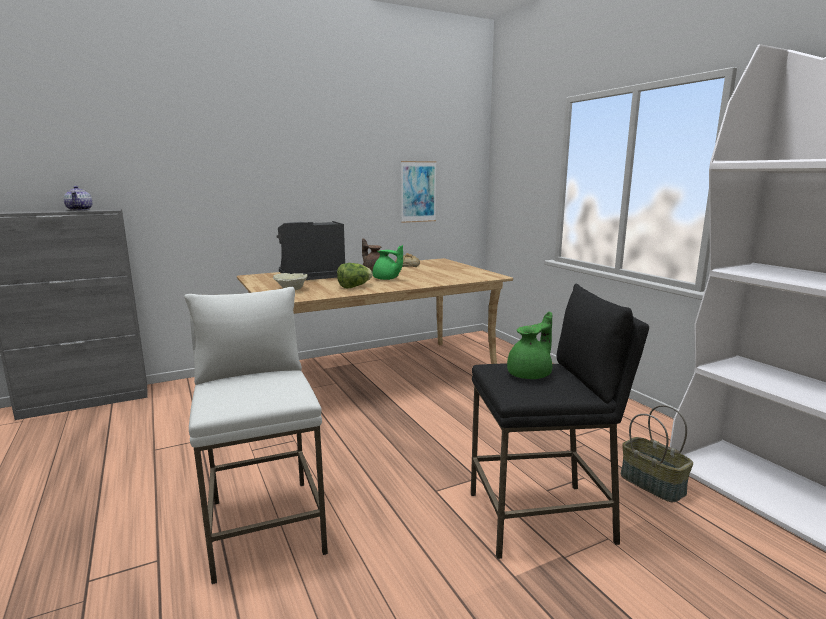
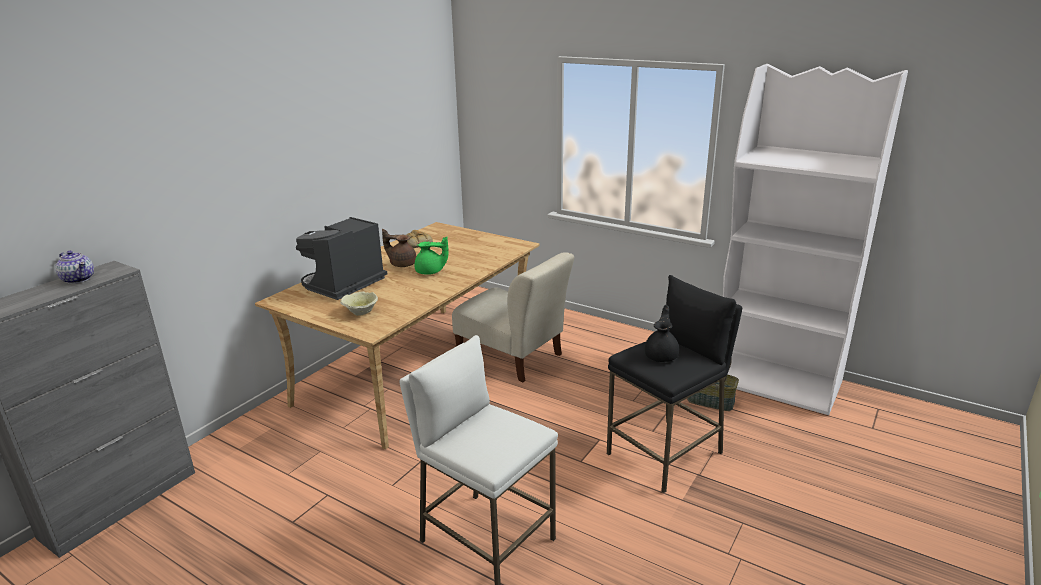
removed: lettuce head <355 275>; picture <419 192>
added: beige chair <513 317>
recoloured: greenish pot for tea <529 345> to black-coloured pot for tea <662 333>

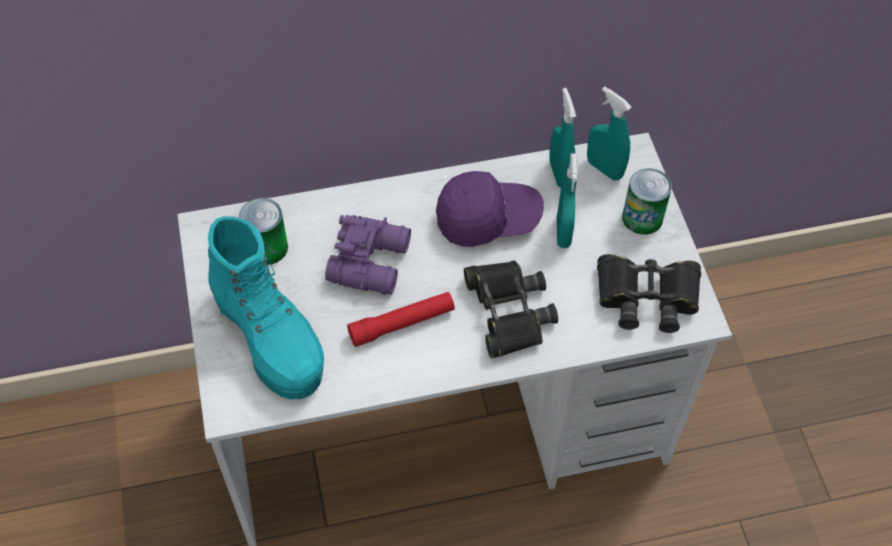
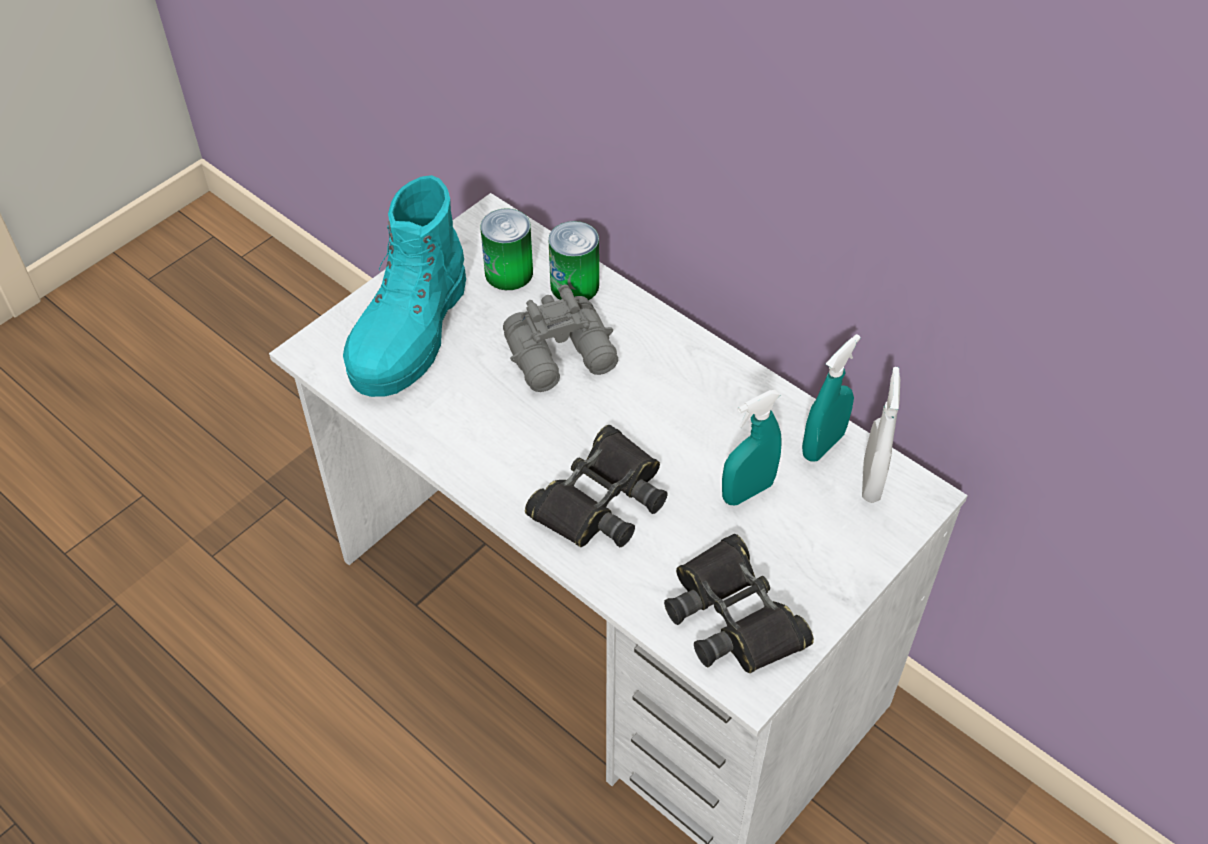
removed: red-coloured hand torch <401 319>; purple-coloured baseball cap <490 209>
moved: can <647 201> to <573 260>
recoloured: purple-coloured pair of binoculars <368 255> to greyish pair of binoculars <560 338>; blue-green hand sprayer <609 133> to white-coloured hand sprayer <881 435>

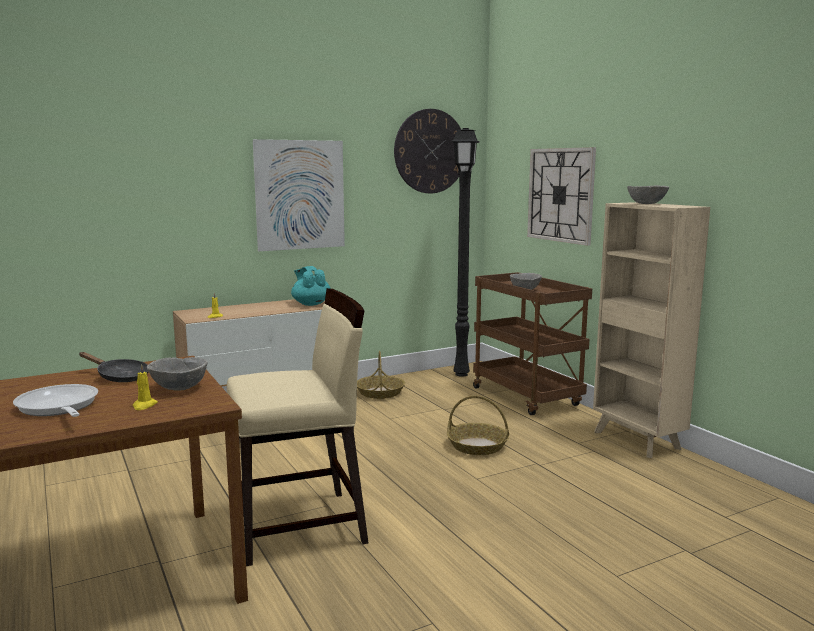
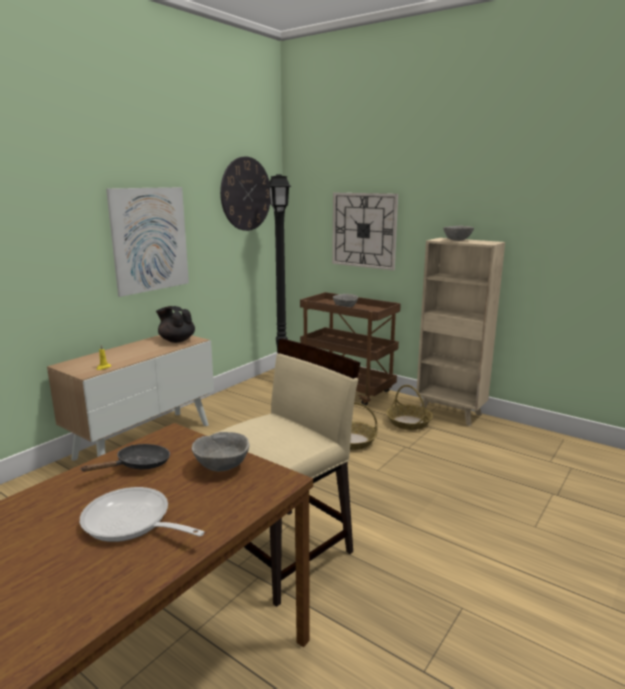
removed: yellowish wax candle <145 387>
moved: household basket <381 375> to <409 407>
recoloured: blue-green pot for tea <311 286> to black-coloured pot for tea <175 324>
turned: black-coloured pan <113 367> = <125 458> 45 degrees counterclockwise

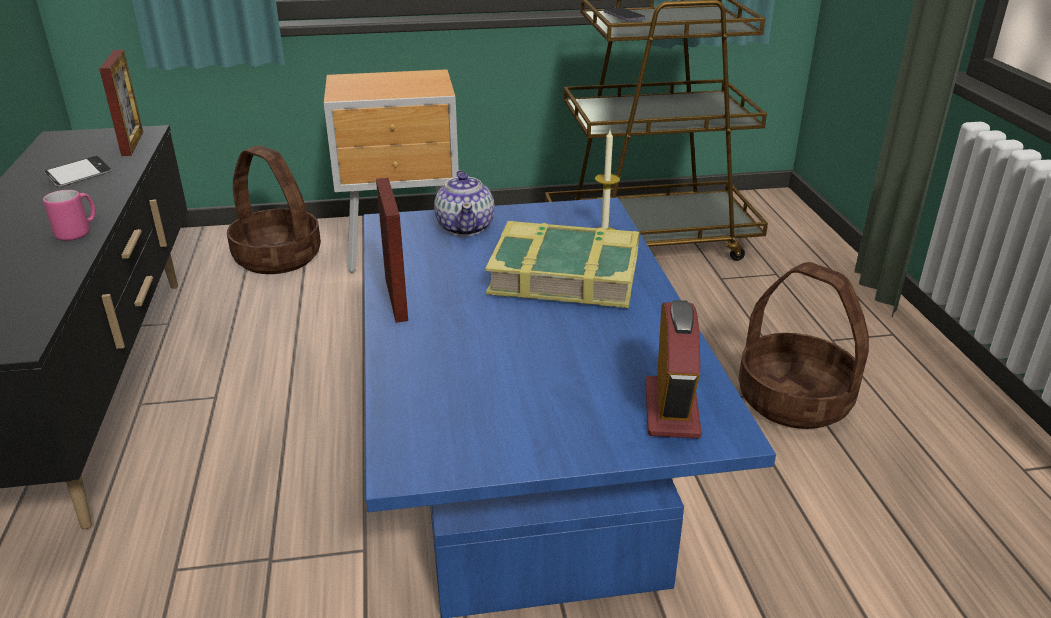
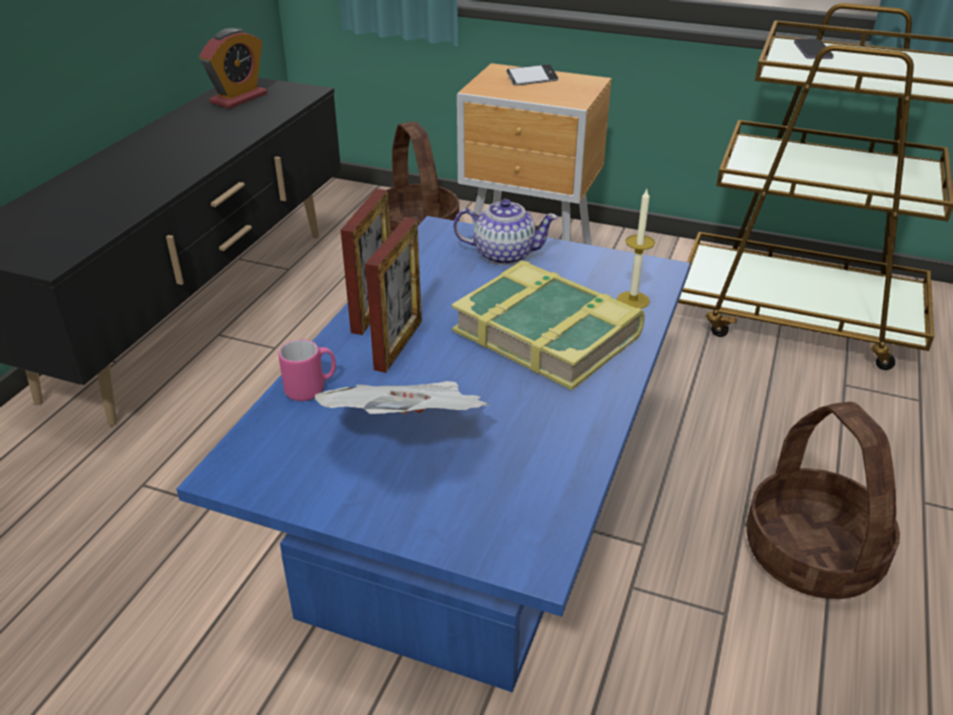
added: newspaper <402 397>
moved: pinkish tea mug <69 215> to <307 370>; phone <77 171> to <532 75>; picture frame <121 102> to <393 295>; table clock <673 369> to <233 68>
turned: pot for tea <464 203> = <505 232> 105 degrees counterclockwise

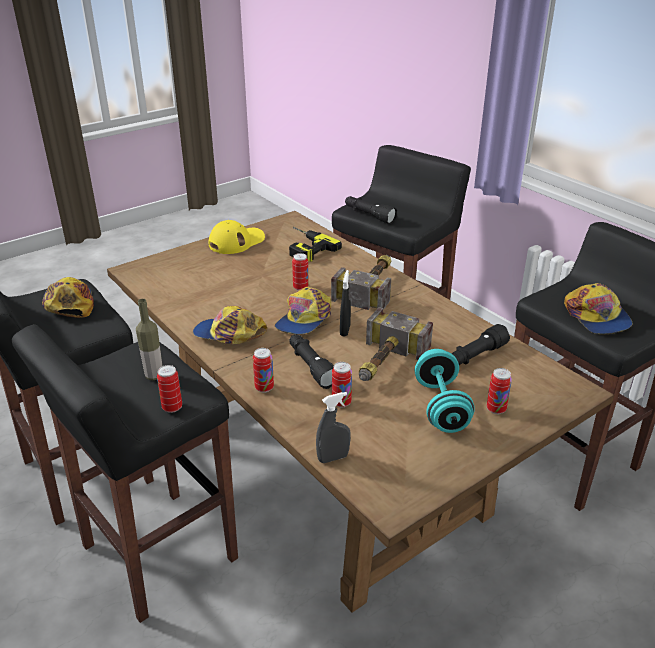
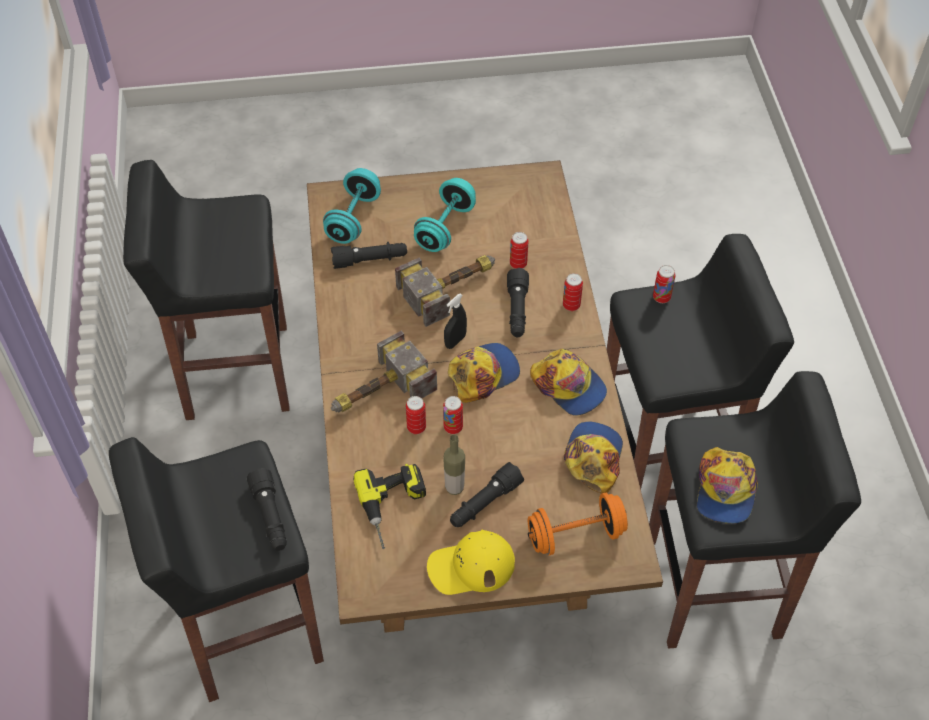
removed: greyish hand sprayer <333 427>
added: blue-green hand weight <352 206>; black-coloured hand torch <487 494>; orange hand weight <578 524>
moved: drink bottle <149 339> to <454 464>; can <499 391> to <416 415>; baseball cap <598 308> to <593 458>

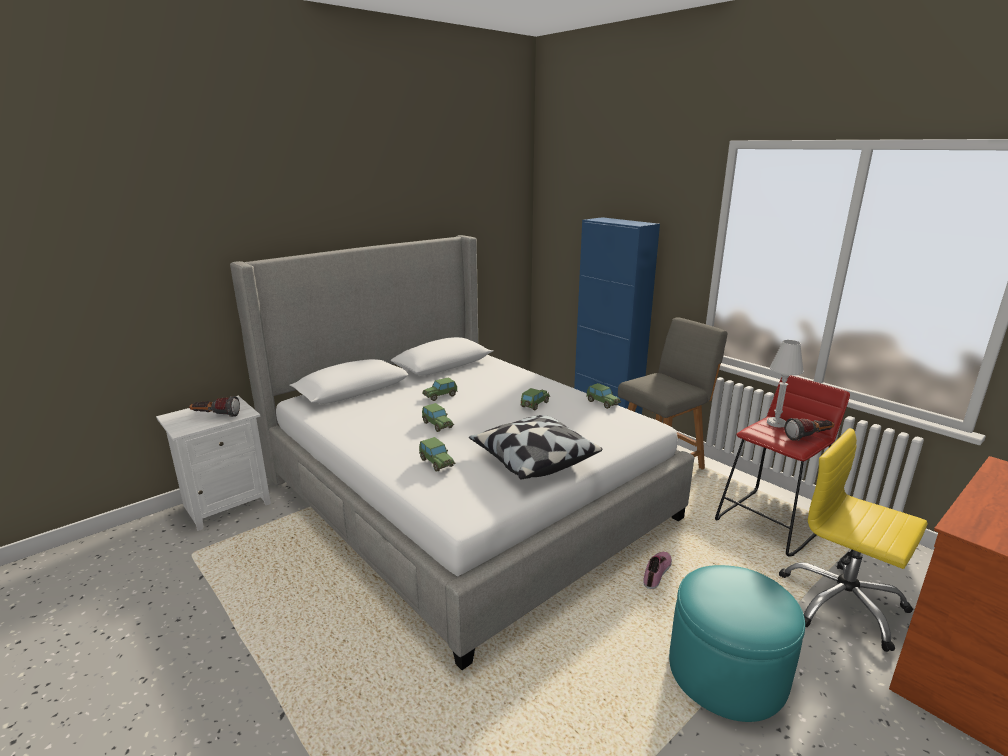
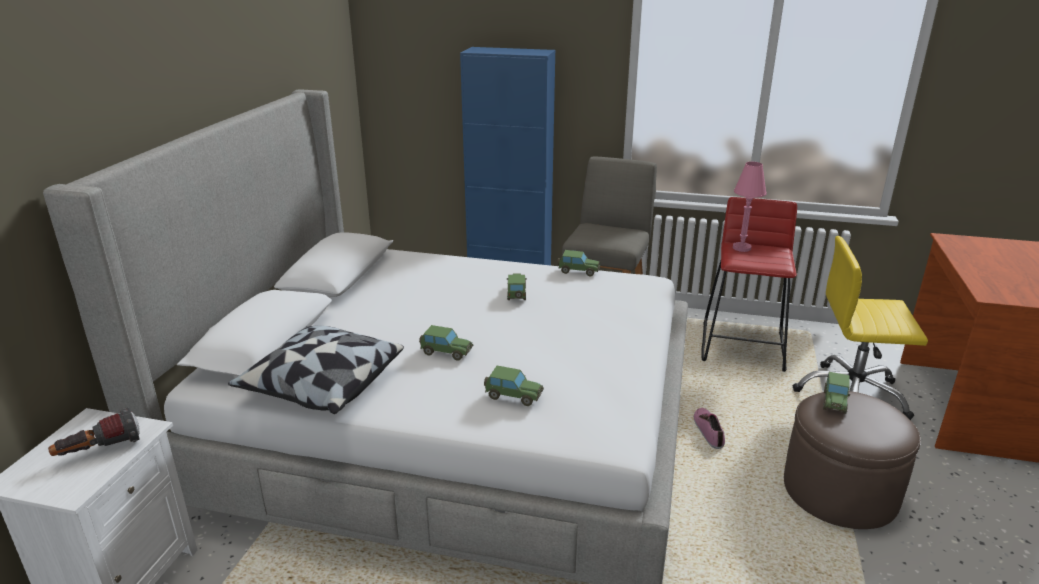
removed: hand torch <810 429>
moved: toy car <440 389> to <836 393>; pillow <535 447> to <316 370>
recoloured: blue-green ottoman <737 643> to brown-coloured ottoman <852 460>; white-coloured lamp for a table <785 384> to pinkish lamp for a table <750 207>

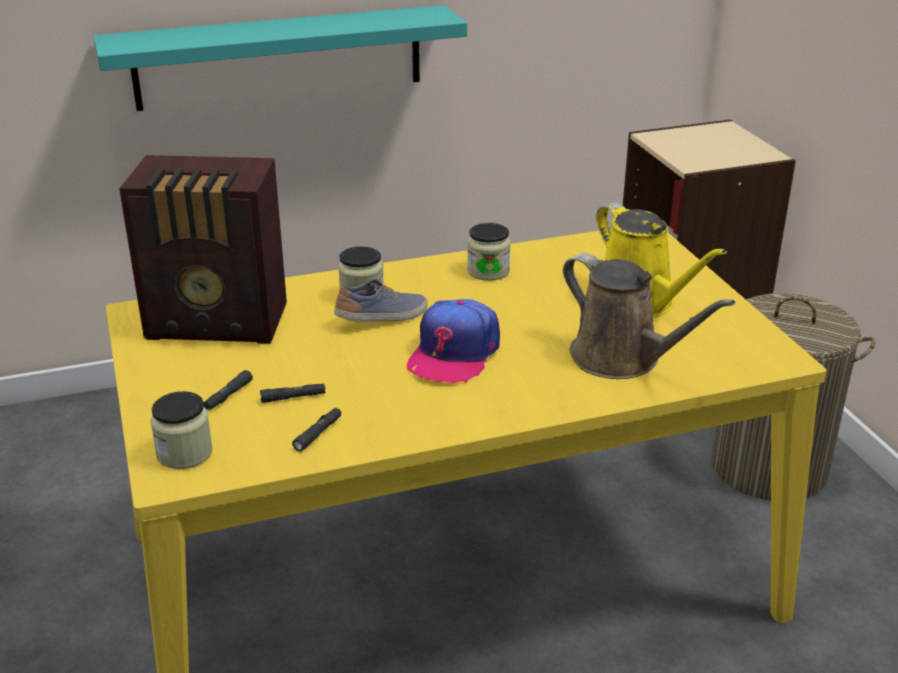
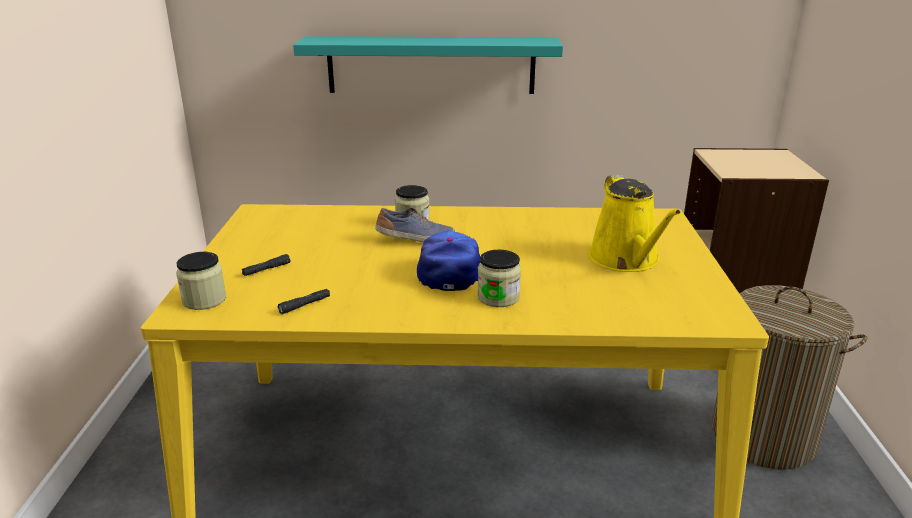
removed: radio receiver <203 249>; black-coloured hand torch <293 393>; brown-coloured sprinkling can <649 316>
moved: jar <489 252> to <499 278>
turned: baseball cap <453 341> = <449 261> 135 degrees clockwise

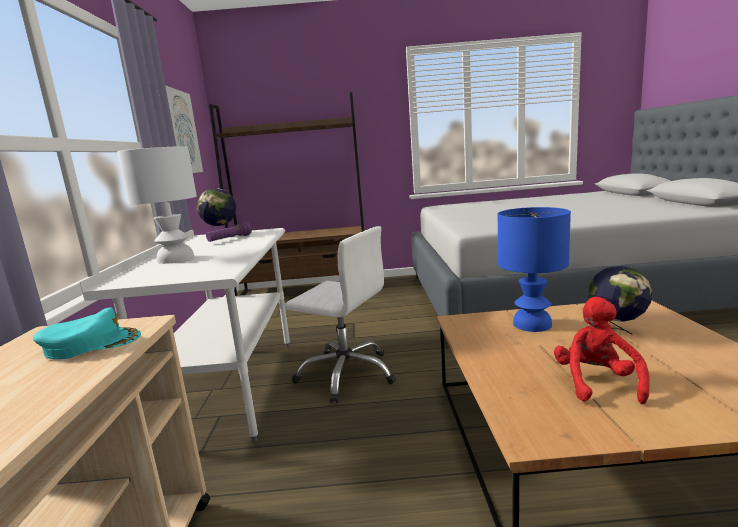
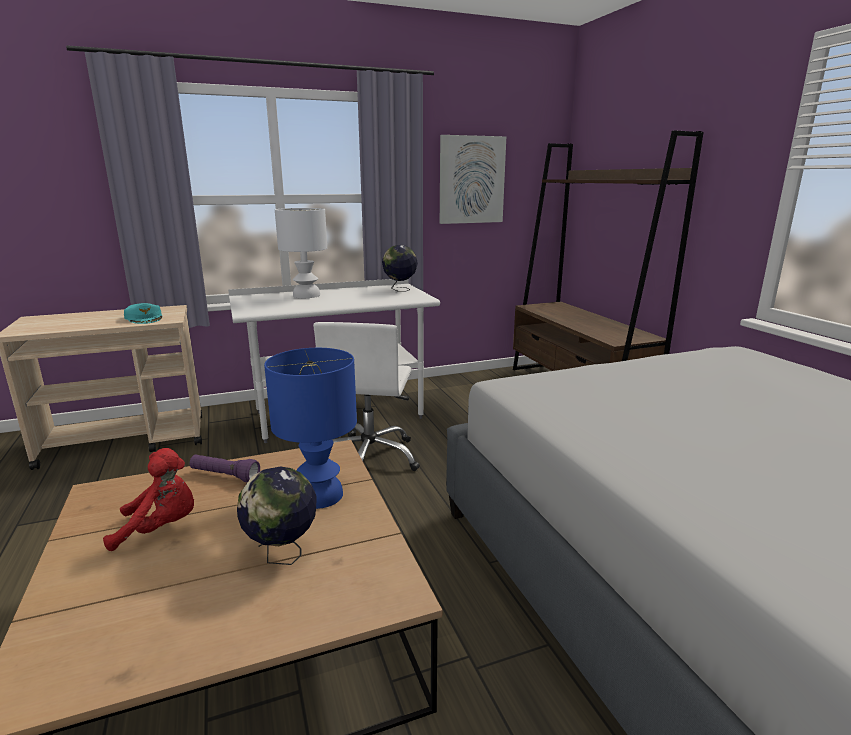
moved: purple-coloured hand torch <229 231> to <225 468>

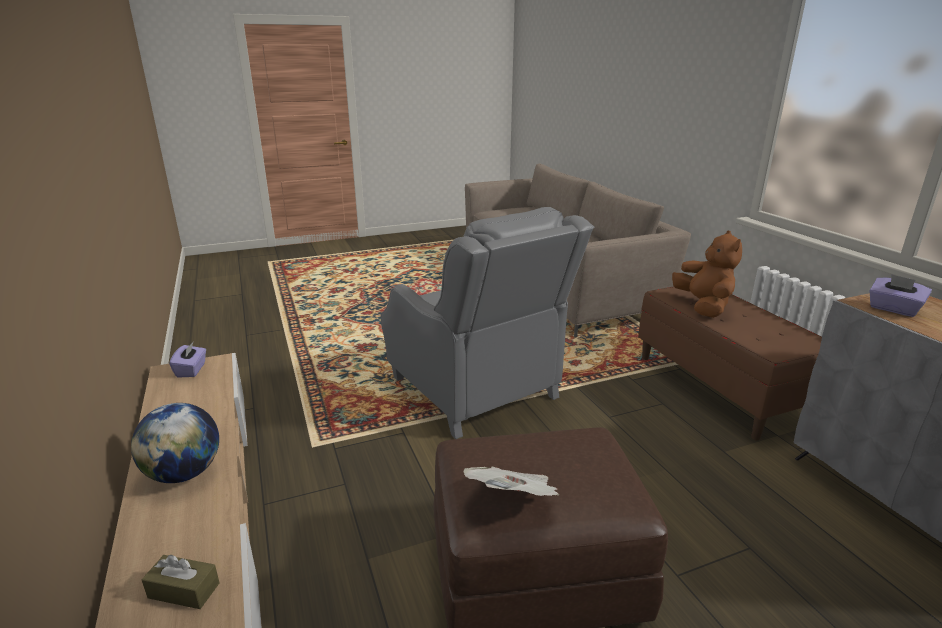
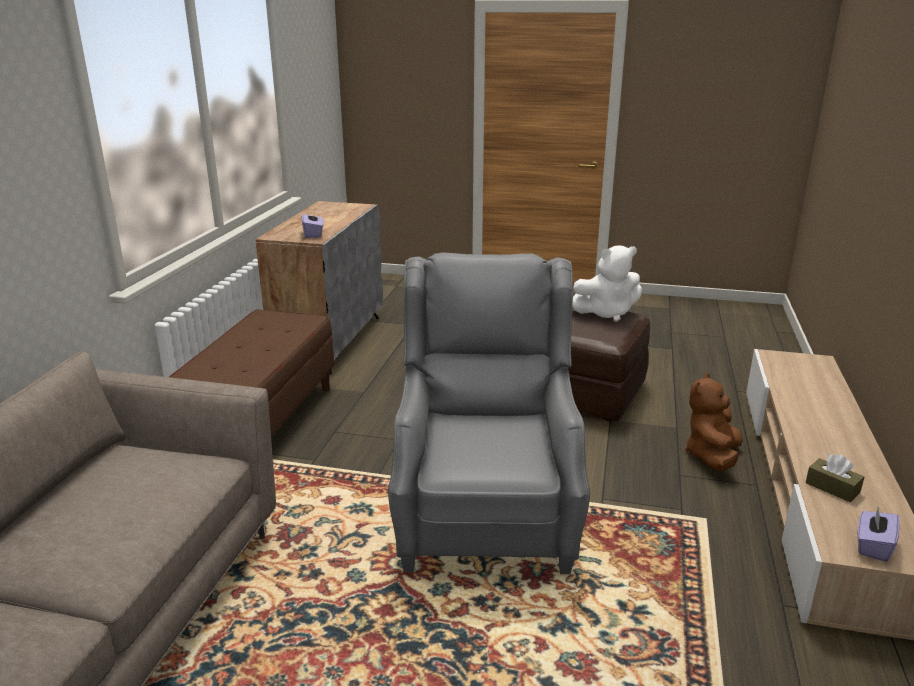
removed: globe <175 443>
moved: brown-coloured box of tissues <181 582> to <835 478>; brown-coloured soft toy <707 274> to <714 422>
replaced: newspaper <511 481> to white-coloured soft toy <607 283>

